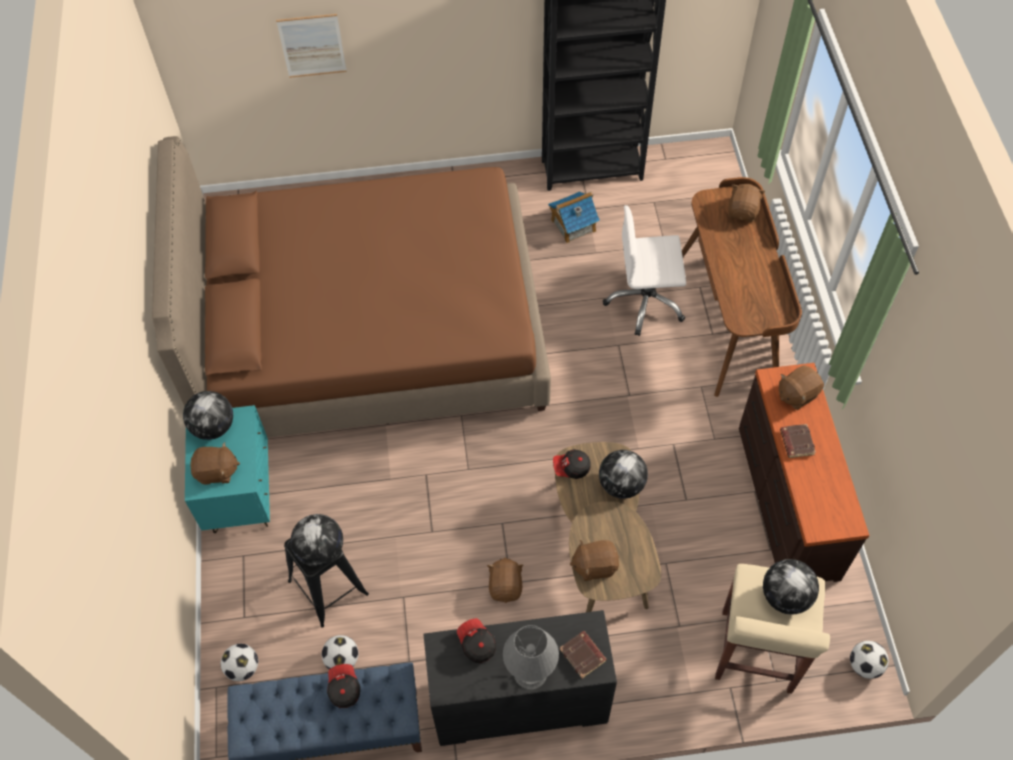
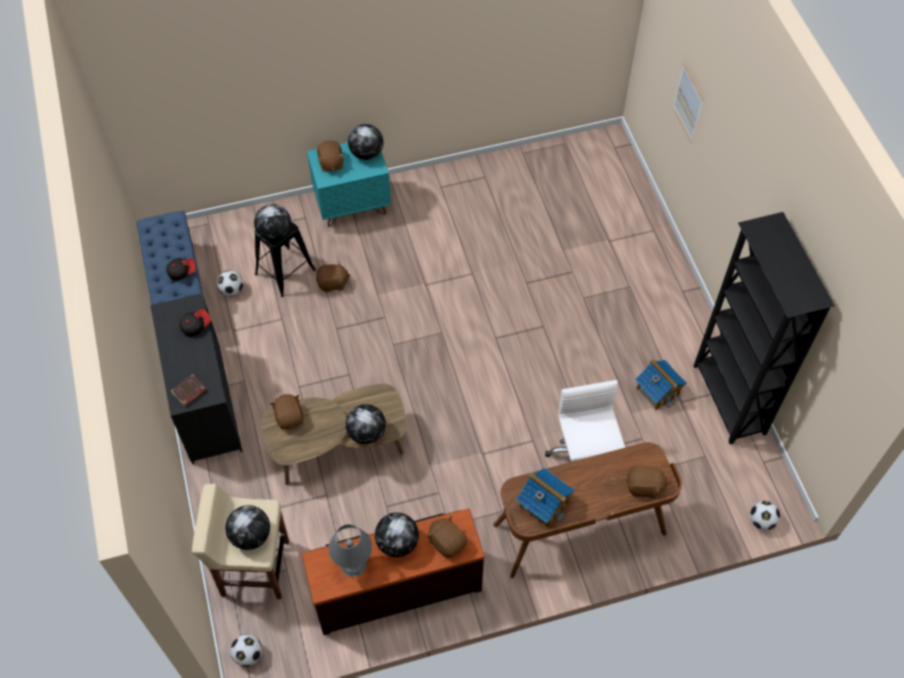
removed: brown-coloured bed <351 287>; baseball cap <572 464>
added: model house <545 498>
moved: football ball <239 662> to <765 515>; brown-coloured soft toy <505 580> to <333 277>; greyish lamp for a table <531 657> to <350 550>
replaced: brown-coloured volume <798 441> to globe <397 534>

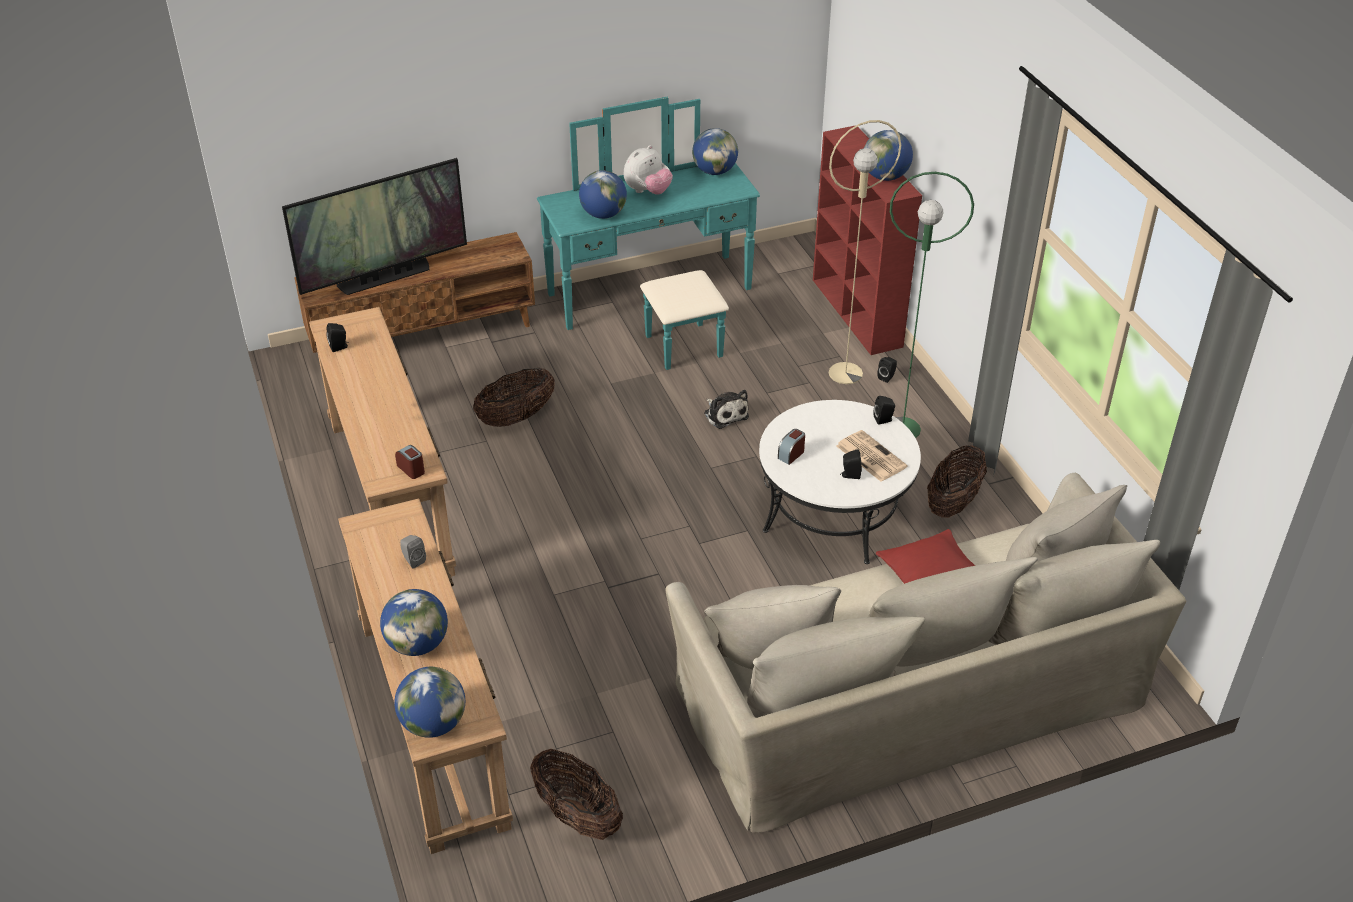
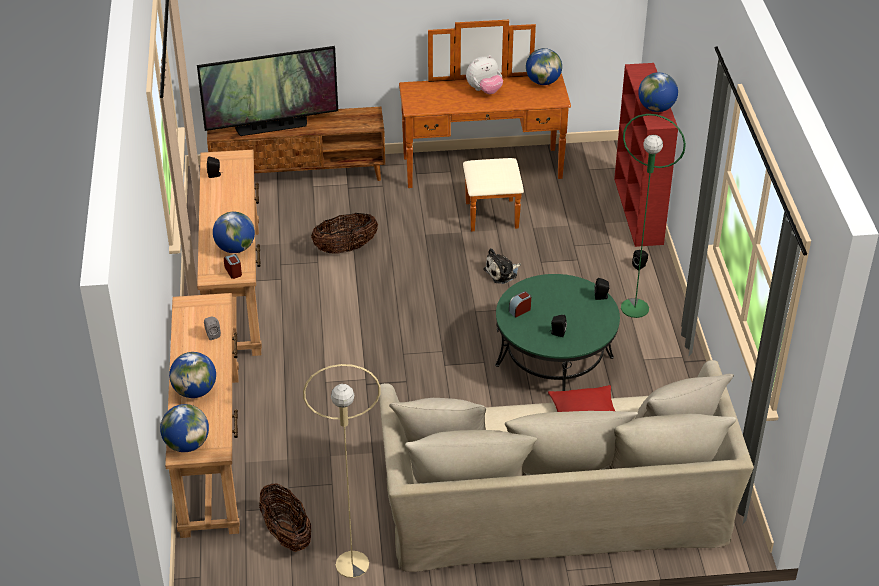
removed: newspaper <872 456>; household basket <957 481>
moved: globe <603 194> to <234 232>; beige standing lamp <865 252> to <341 471>
recoloured: blue-green dresser <648 233> to brown-coloured dresser <485 125>; white-coloured coffee table <840 482> to greenish coffee table <557 332>
turned: soft toy <726 409> = <502 266> 75 degrees clockwise

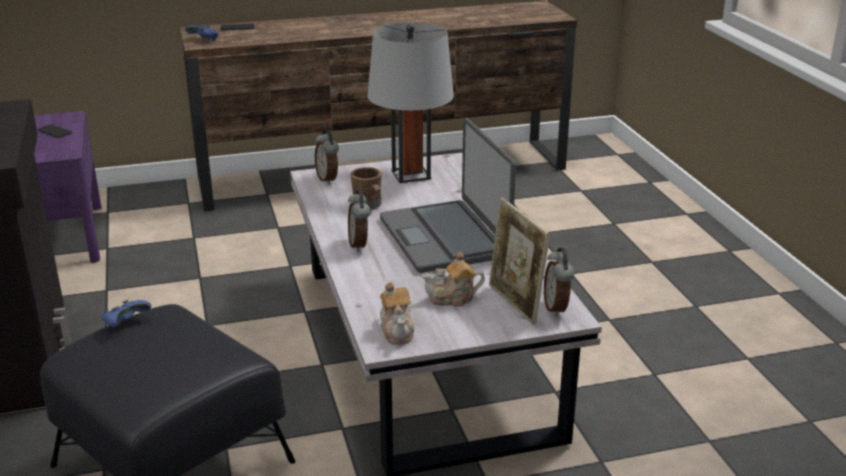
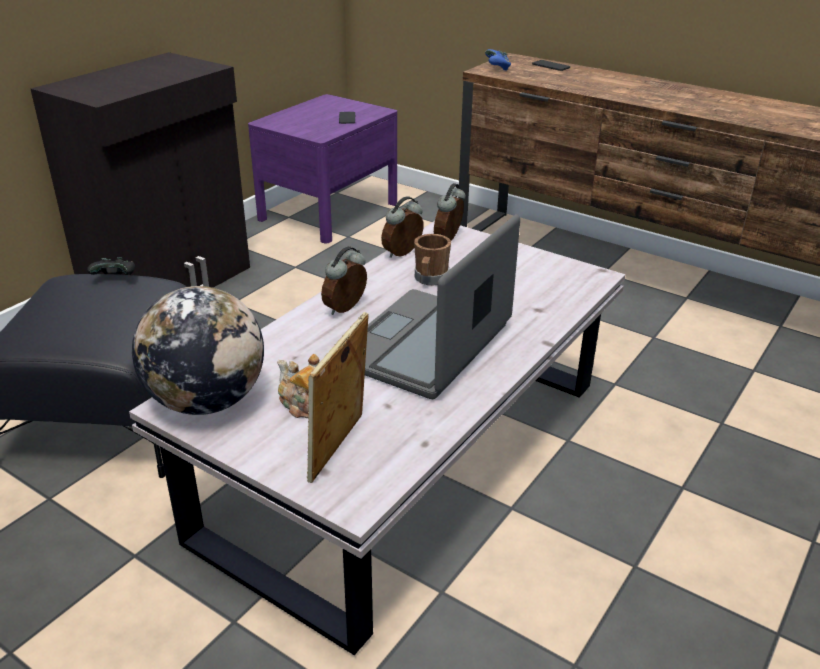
removed: greyish lamp for a table <410 102>
moved: table clock <559 282> to <402 227>
replaced: pot for tea <397 313> to globe <198 350>
recoloured: blue gamepad <127 313> to black-coloured gamepad <111 266>

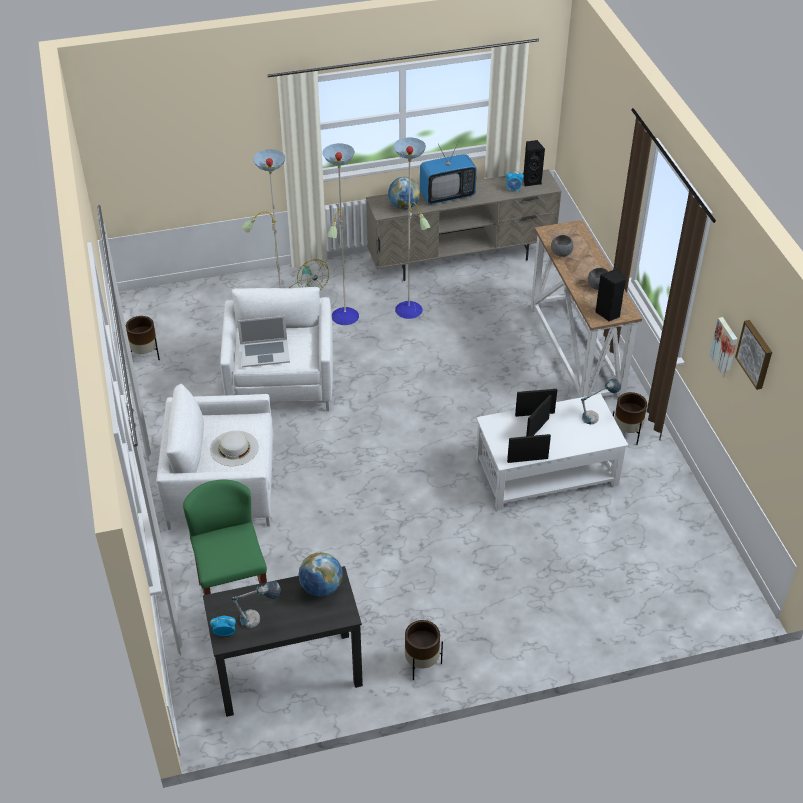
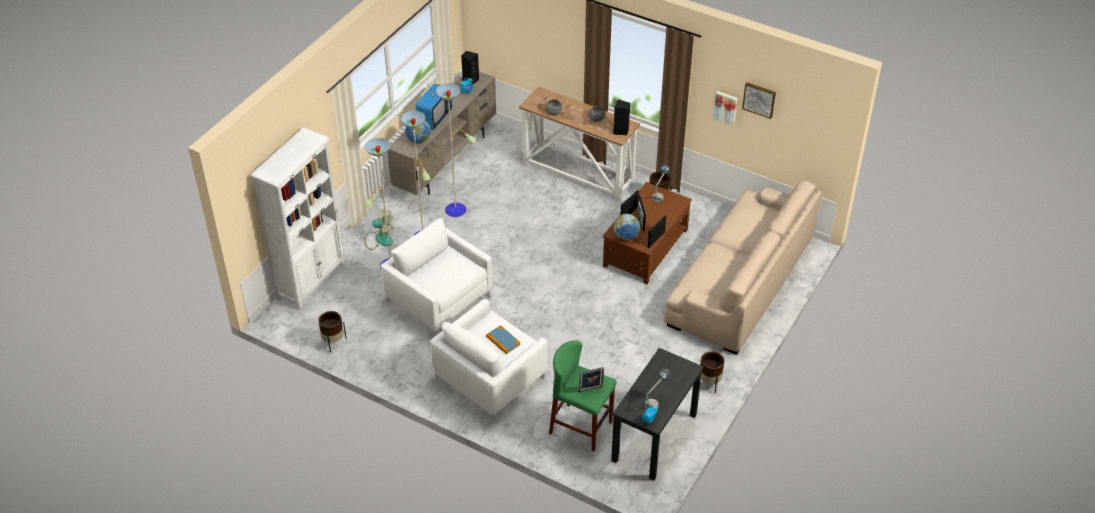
removed: portable computer <263 341>
added: white-coloured bookcase <297 218>; picture frame <591 379>; beige sofa <743 268>
moved: globe <321 574> to <626 227>
replaced: white-coloured clothing hat <234 448> to volume <503 339>
recoloured: white-coloured coffee table <552 452> to brown-coloured coffee table <647 233>

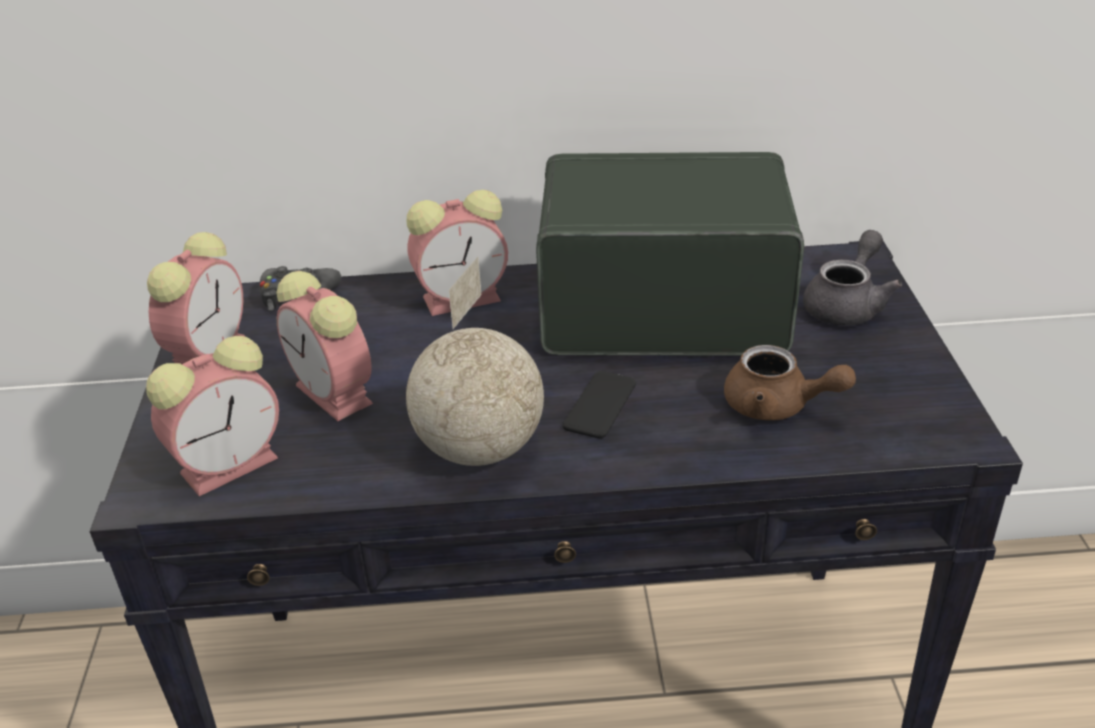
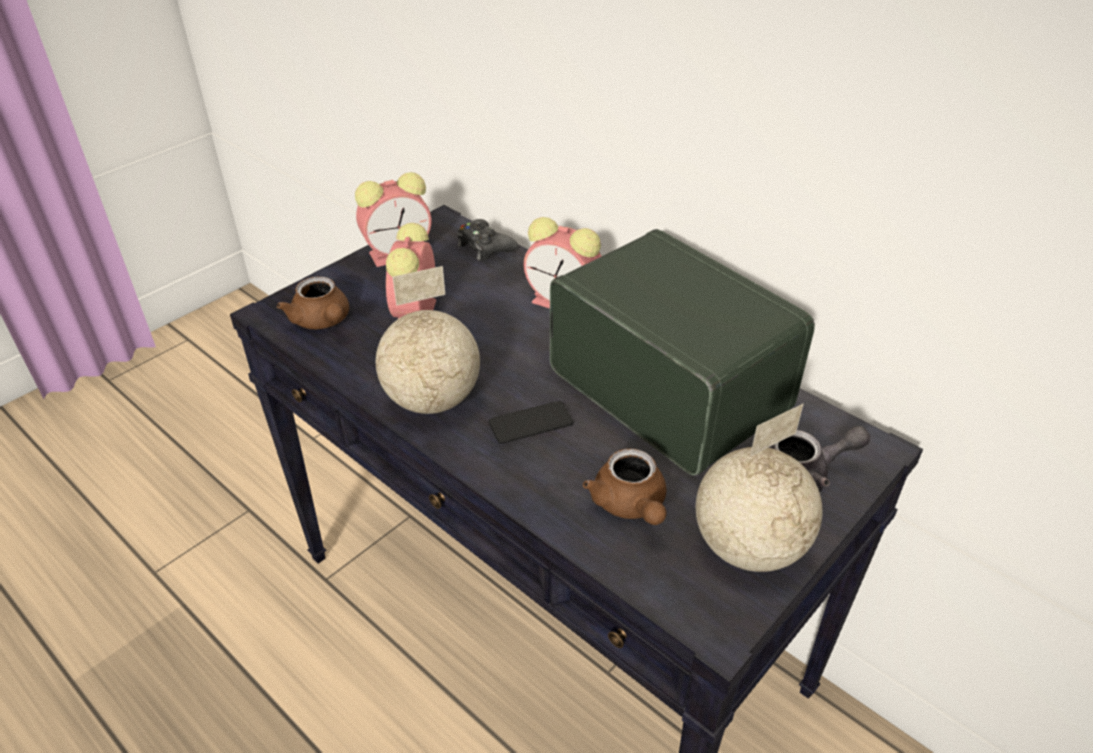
added: globe <759 487>
replaced: table clock <212 416> to brown-coloured pot for tea <313 302>

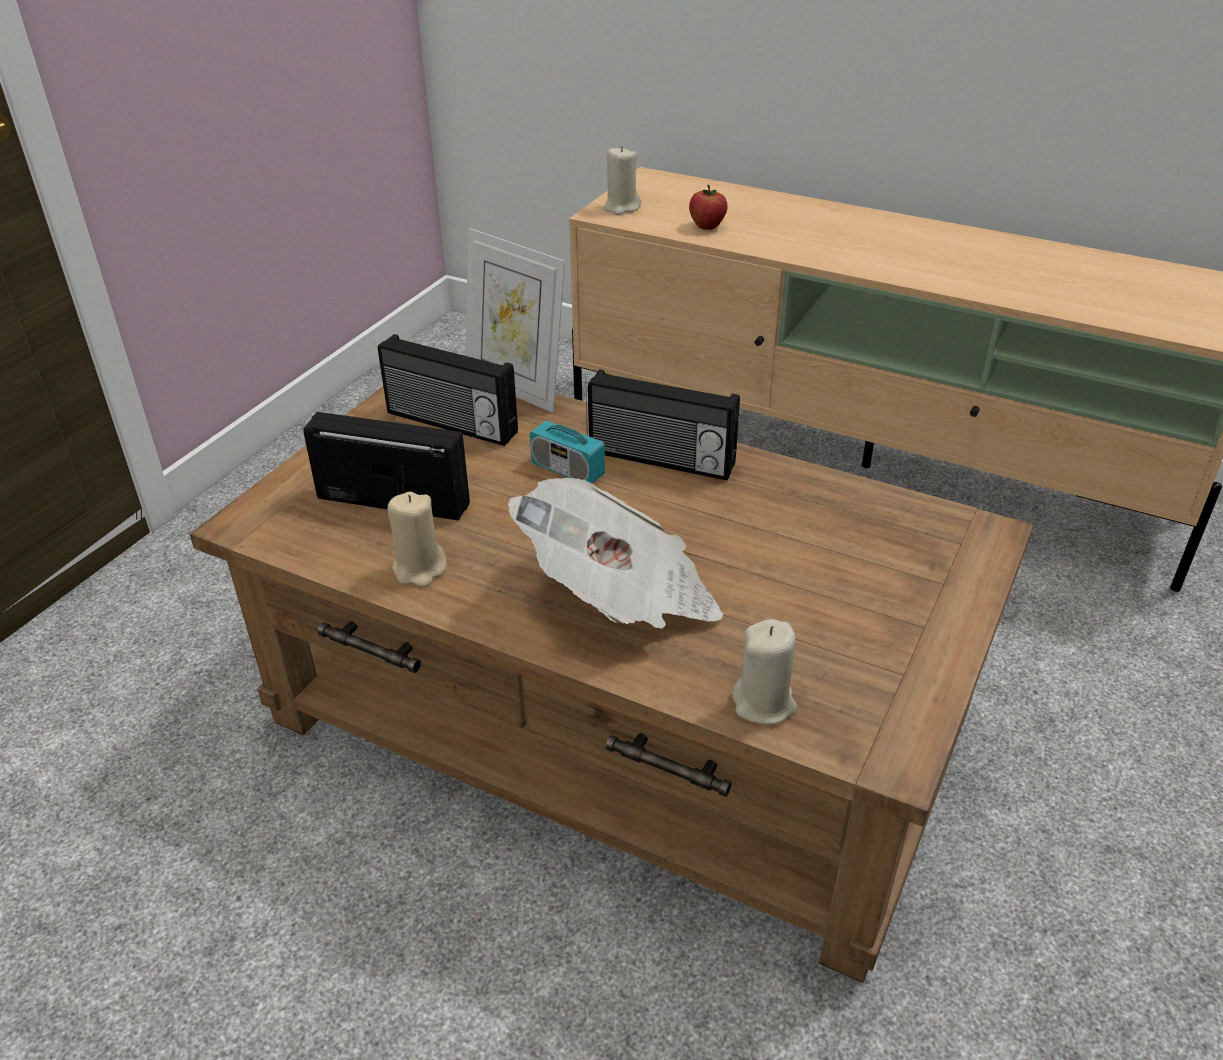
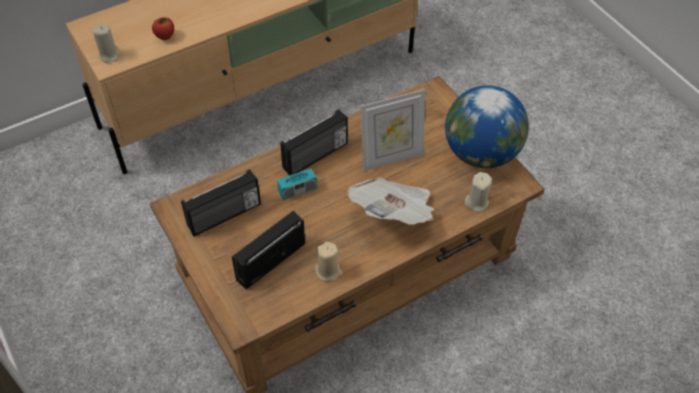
added: globe <487 126>
moved: picture frame <515 320> to <393 130>

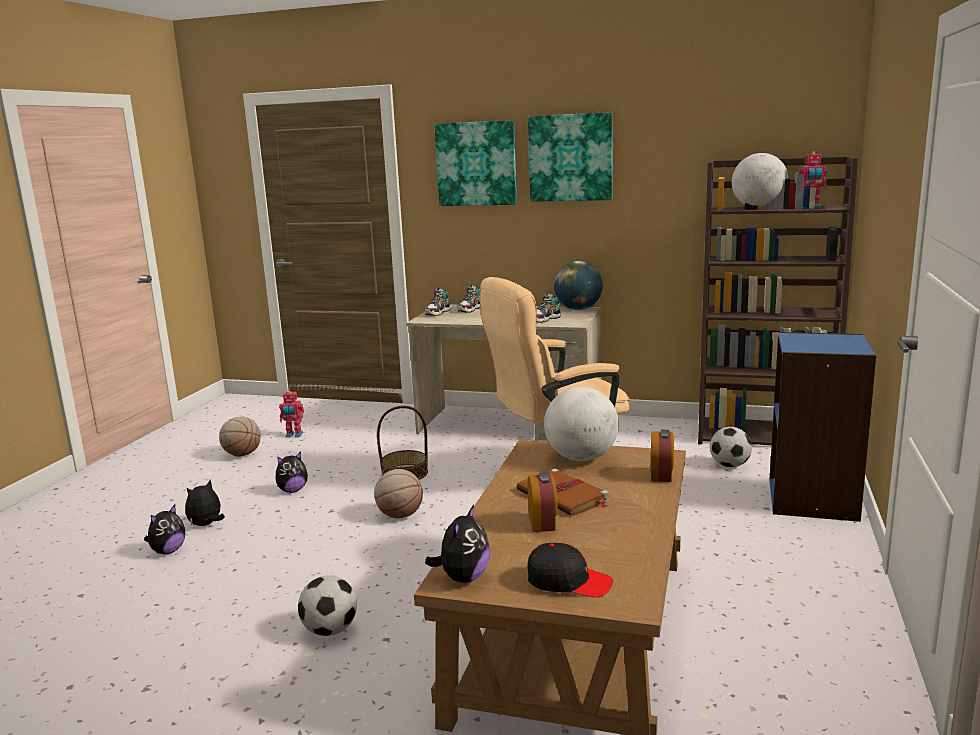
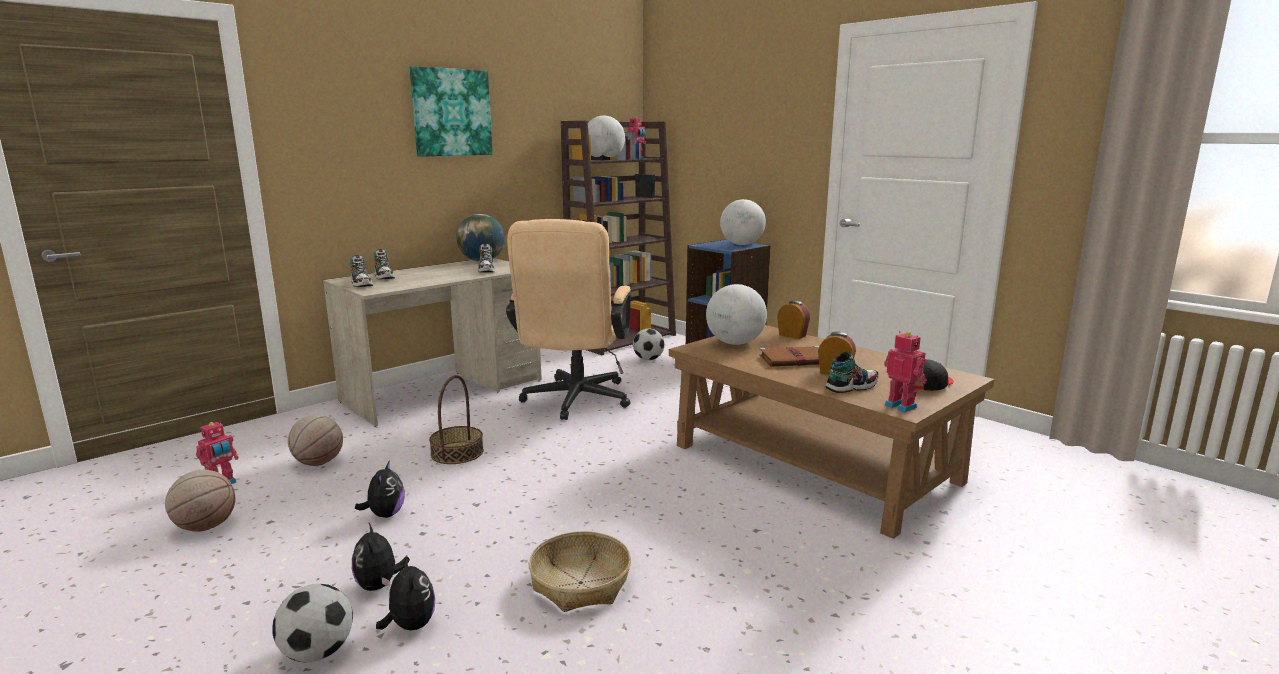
removed: picture <476 163>
added: household basket <580 571>; globe <743 222>; shoe <852 372>
moved: football ball <327 605> to <312 623>; basketball ball <398 493> to <315 440>
replaced: soft toy <457 544> to robot figure <905 372>

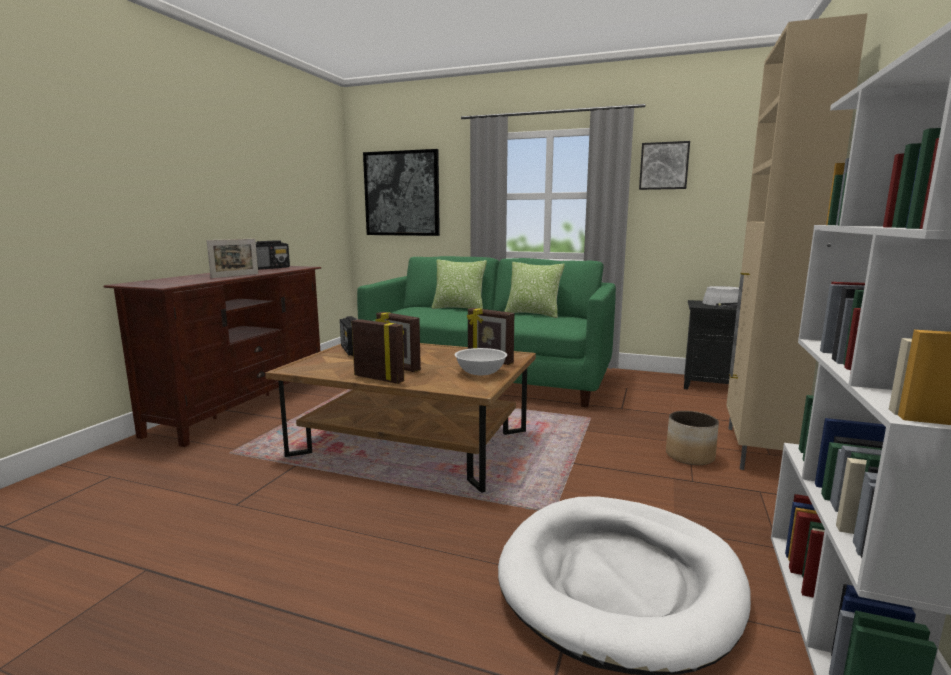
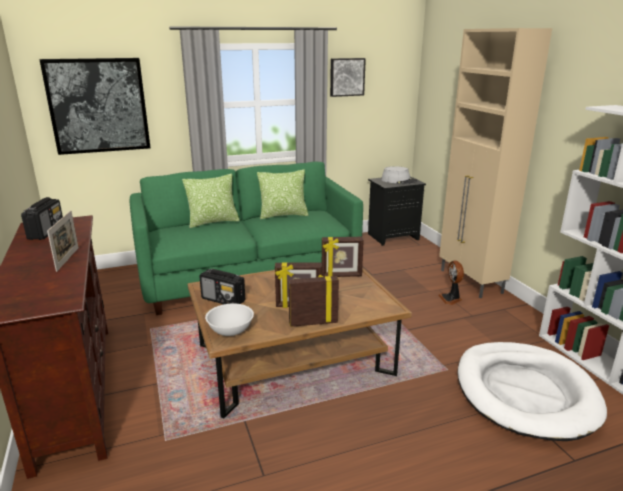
moved: white-coloured bowl <481 361> to <229 320>
replaced: plant pot <692 438> to fan <451 282>

